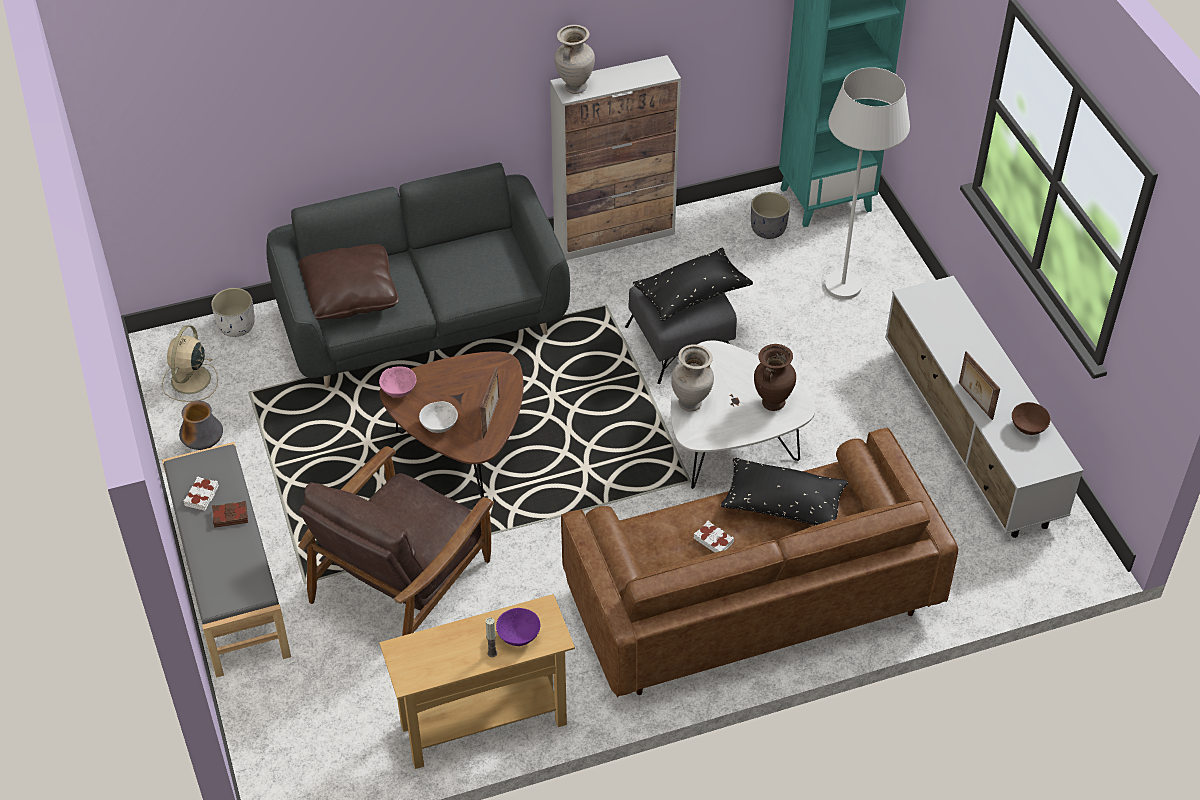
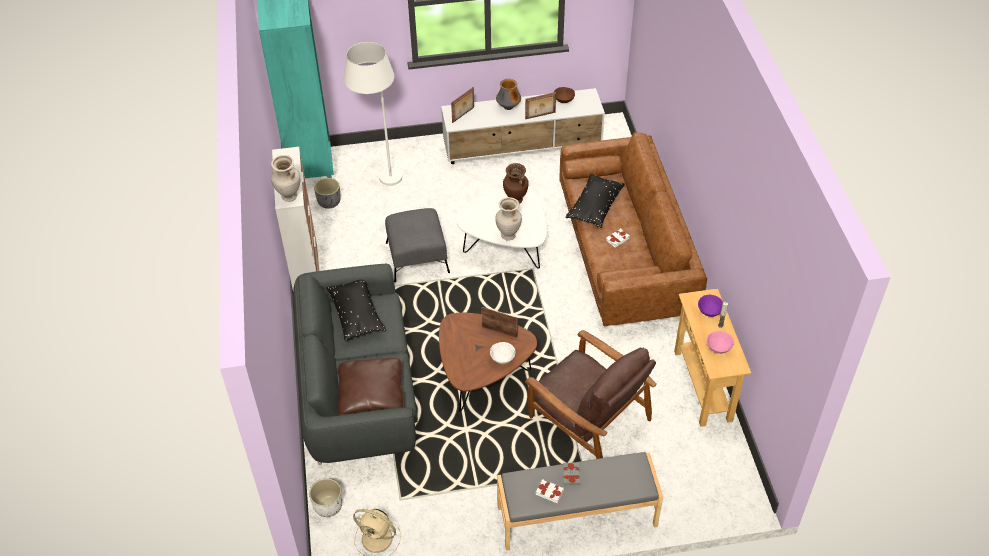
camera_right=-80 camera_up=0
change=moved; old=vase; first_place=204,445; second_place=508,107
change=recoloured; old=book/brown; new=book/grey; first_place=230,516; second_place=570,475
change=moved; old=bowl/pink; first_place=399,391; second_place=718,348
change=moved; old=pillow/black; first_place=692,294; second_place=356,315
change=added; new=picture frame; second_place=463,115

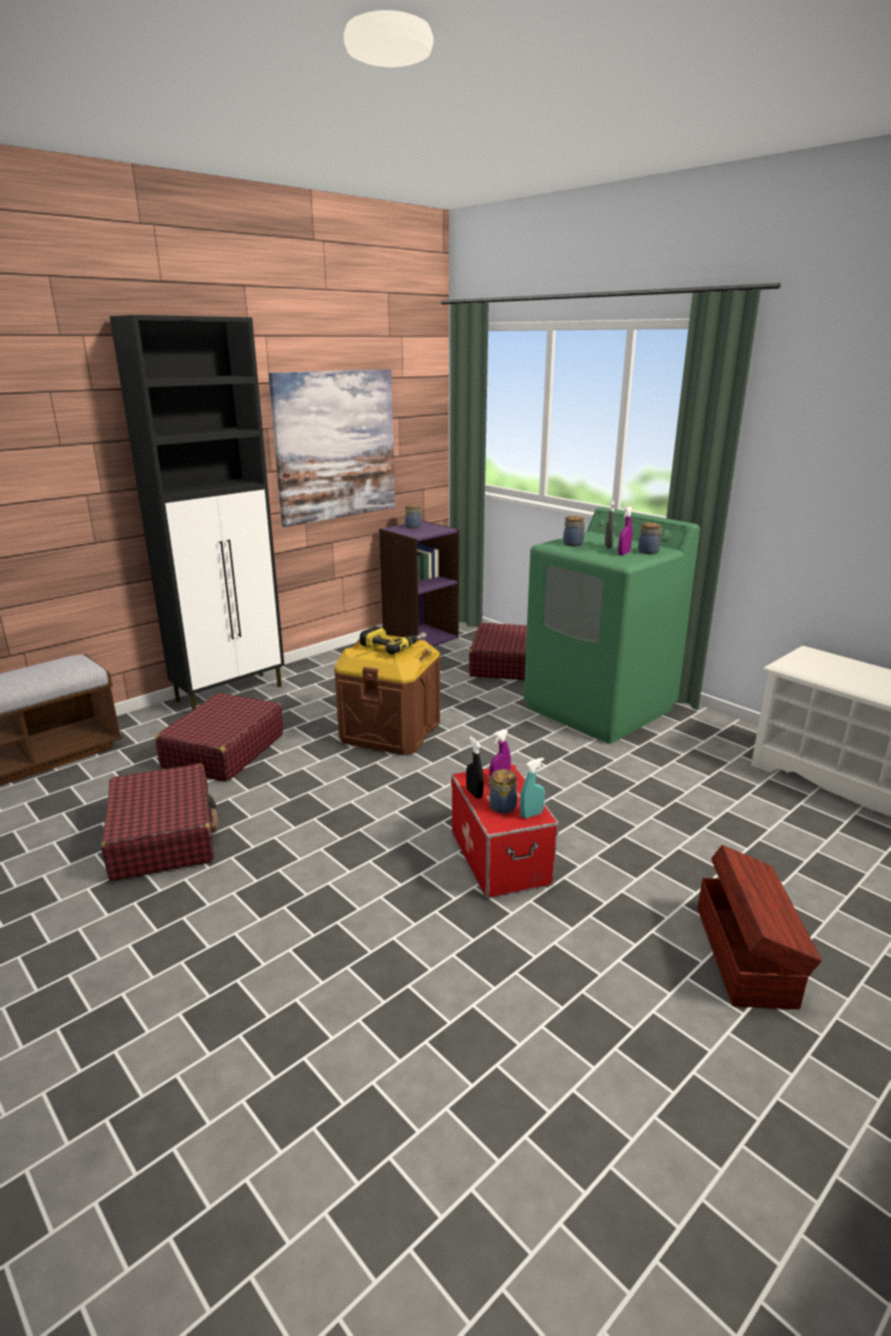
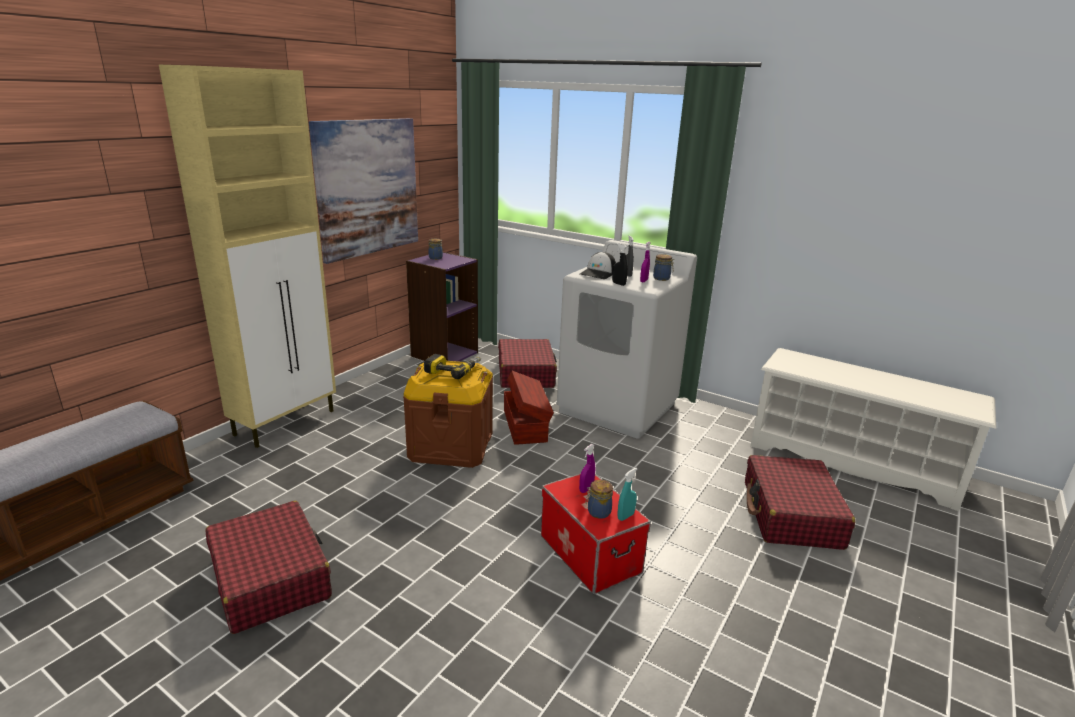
camera_right=-15 camera_up=0
change=recoloured; old=cabinet/black; new=cabinet/beige; first_place=231,693; second_place=286,422
change=moved; old=suitcase/red; first_place=223,751; second_place=791,514
change=moved; old=spray bottle/black; first_place=474,793; second_place=618,284
change=recoloured; old=washing machine/green; new=washing machine/white; first_place=599,708; second_place=618,407
change=replaced; old=jar; new=cap; first_place=573,544; second_place=598,273
change=moved; old=storage box/brown; first_place=746,954; second_place=525,425

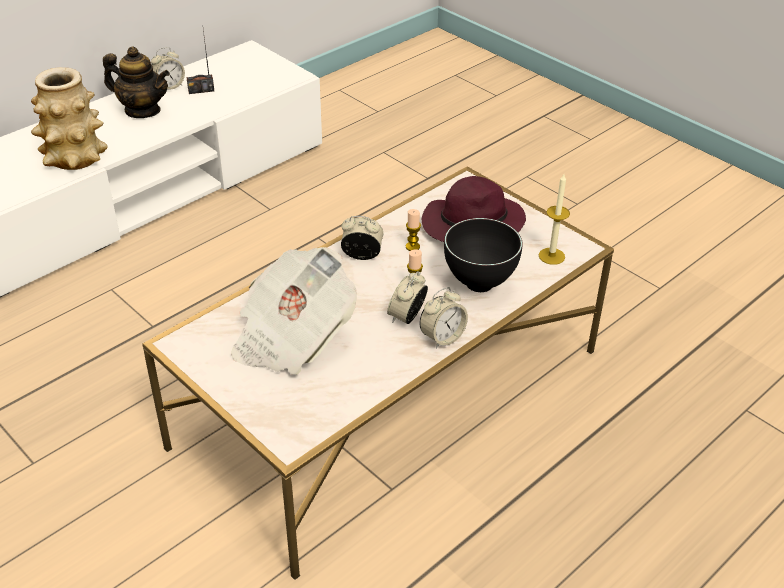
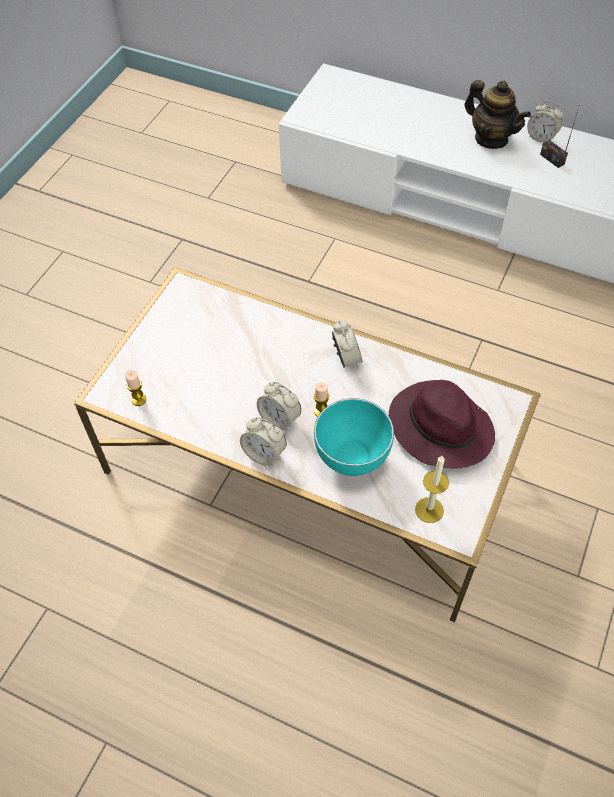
camera_right=70 camera_up=15
change=removed; old=vase; first_place=75,158
change=turned; old=teapot; first_place=142,110; second_place=491,139; degrees=-45
change=removed; old=newspaper; first_place=292,336
change=turned; old=alarm clock; first_place=407,317; second_place=279,419; degrees=-150
change=moved; old=candle; first_place=412,246; second_place=139,400
change=recoloured; old=bowl/black; new=bowl/turquoise; first_place=480,283; second_place=354,460

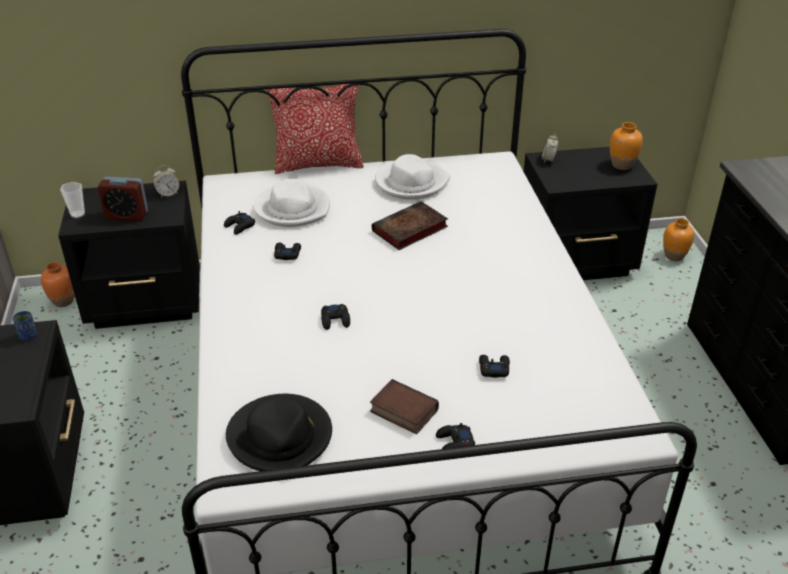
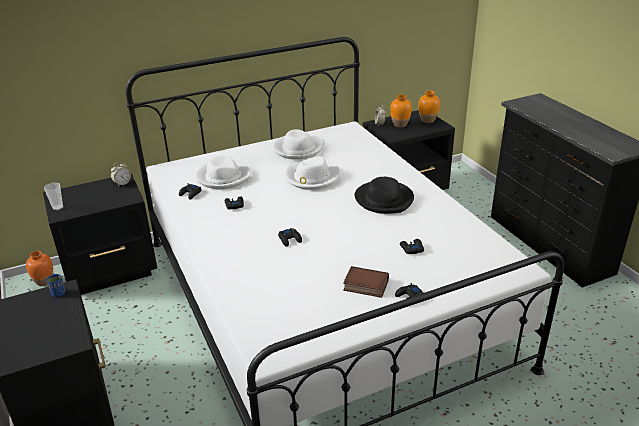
camera_right=-15 camera_up=-5
change=removed; old=alarm clock; first_place=127,215
change=moved; old=hat/black; first_place=281,437; second_place=384,199
change=removed; old=pillow; first_place=318,164
change=replaced; old=book; new=hat/white; first_place=409,230; second_place=312,177
change=moved; old=vase/orange; first_place=674,256; second_place=400,124

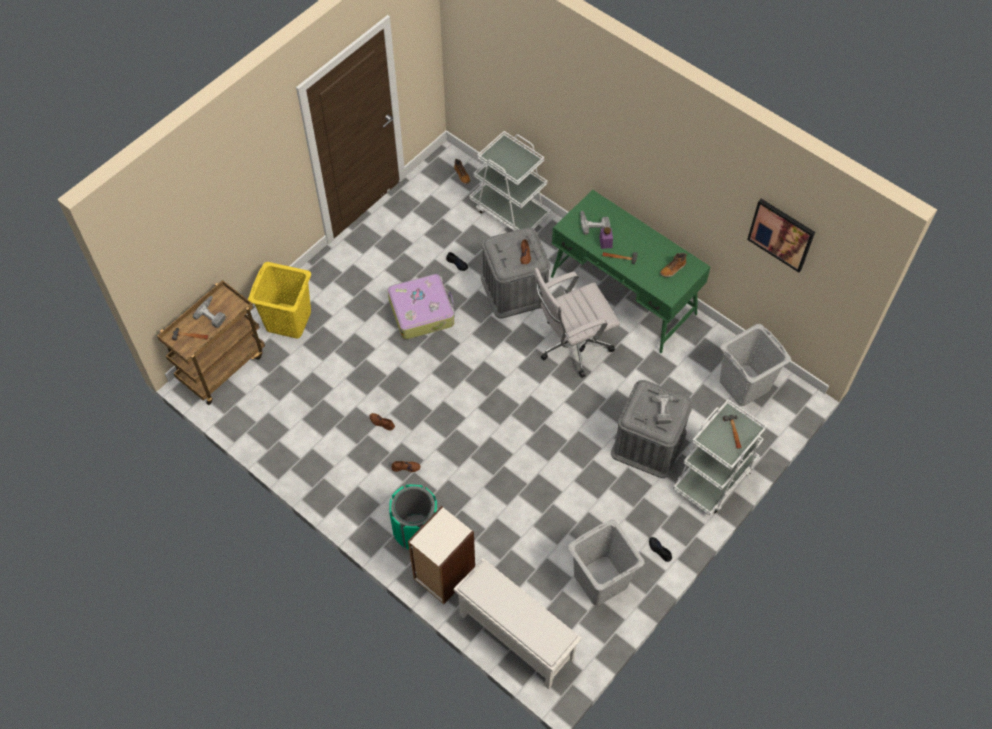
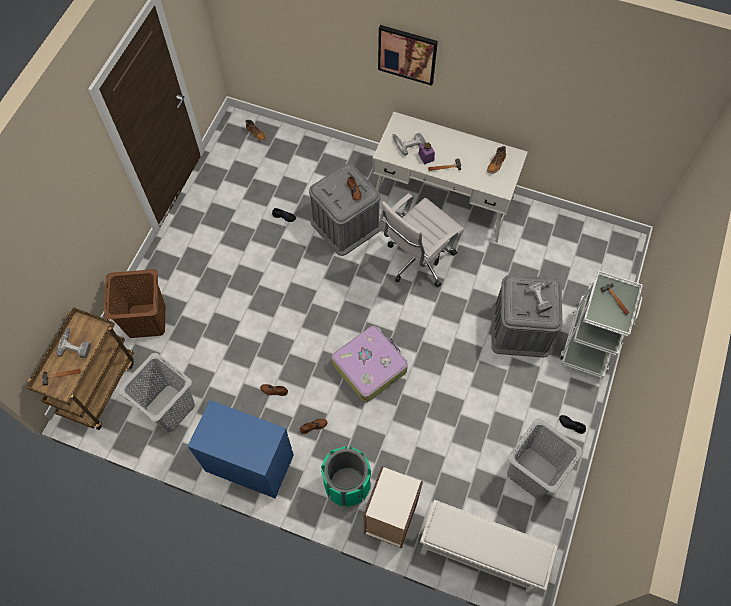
camera_right=-20 camera_up=5
change=recoloured; old=laundry basket/yellow; new=laundry basket/brown; first_place=289,321; second_place=147,320
change=moved; old=suitcase; first_place=422,311; second_place=370,366
change=removed; old=cart/white; first_place=510,211
change=recoloured; old=desk/green; new=desk/white; first_place=623,295; second_place=443,200
change=moved; old=laundry basket/grey; first_place=744,385; second_place=170,408
change=moved; old=picture; first_place=781,234; second_place=407,54
change=added; new=dresser/blue; second_place=249,463

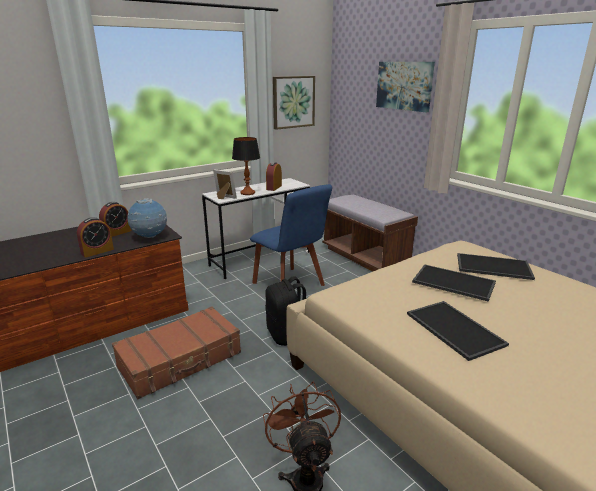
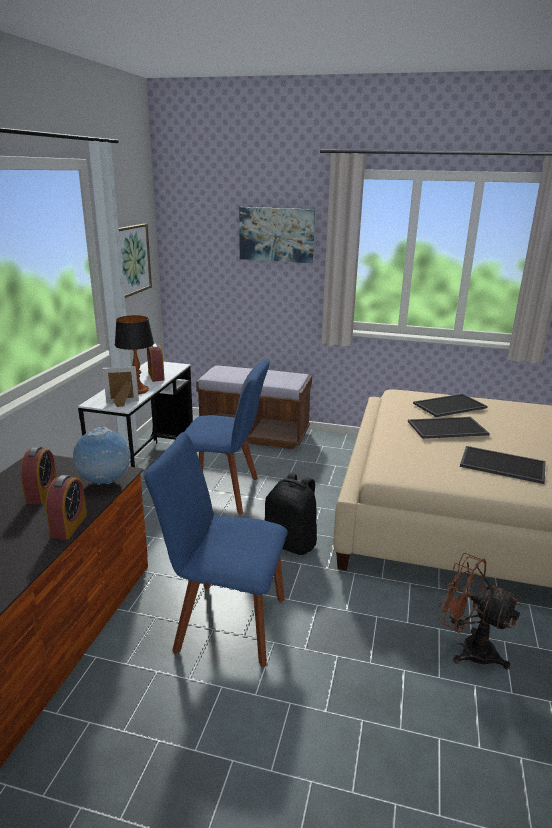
camera_right=-40 camera_up=0
change=replaced; old=suitcase/brown; new=chair/blue; first_place=181,360; second_place=225,622

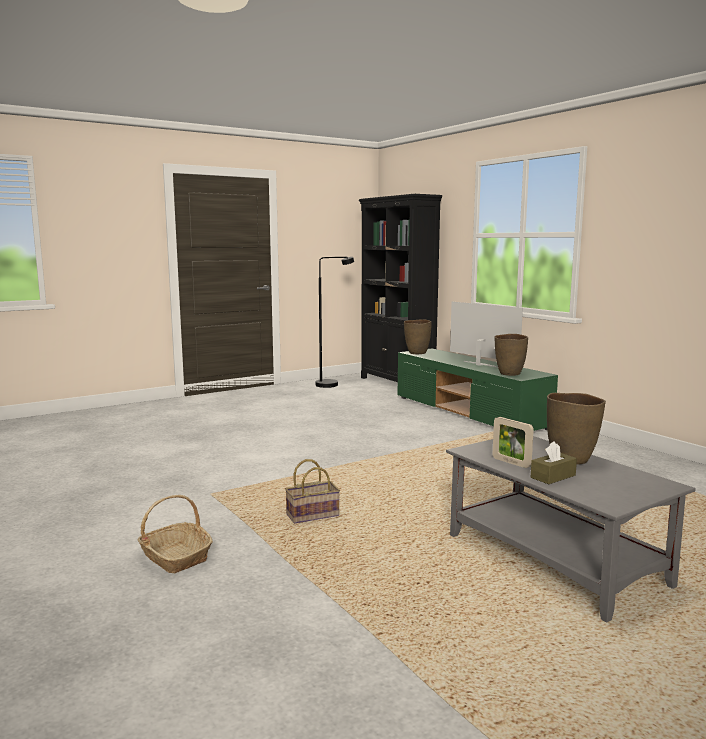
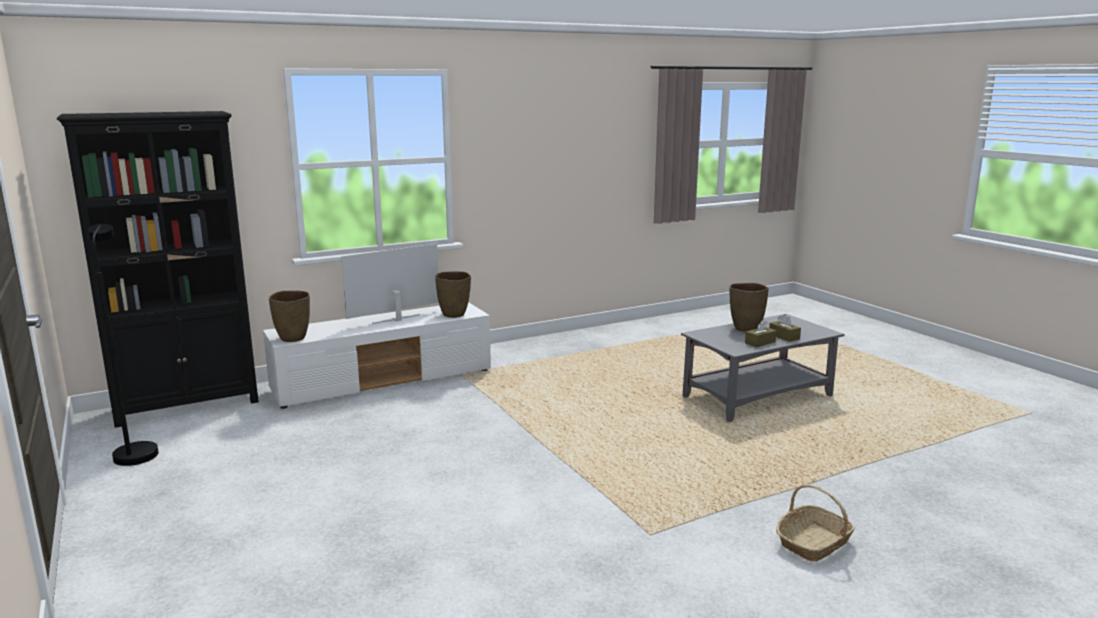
camera_right=-85 camera_up=5
change=removed; old=basket; first_place=313,515
change=recoloured; old=tv stand/green; new=tv stand/white; first_place=470,412; second_place=384,380
change=replaced; old=picture frame; new=tissue box/brown; first_place=511,462; second_place=760,342

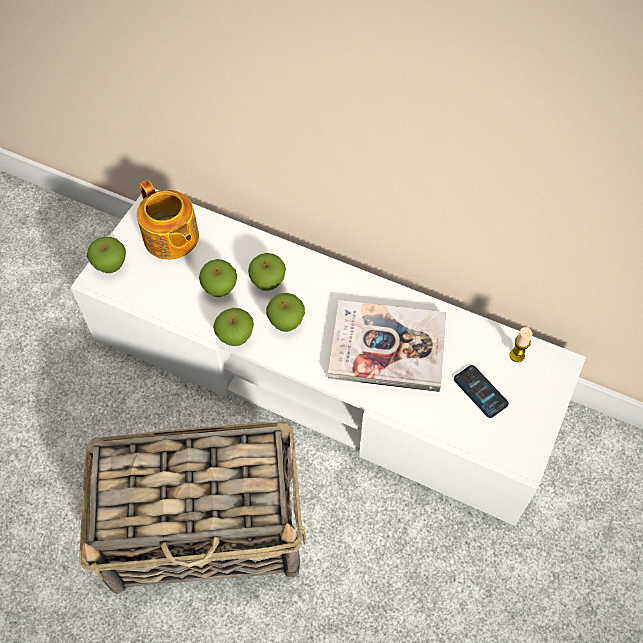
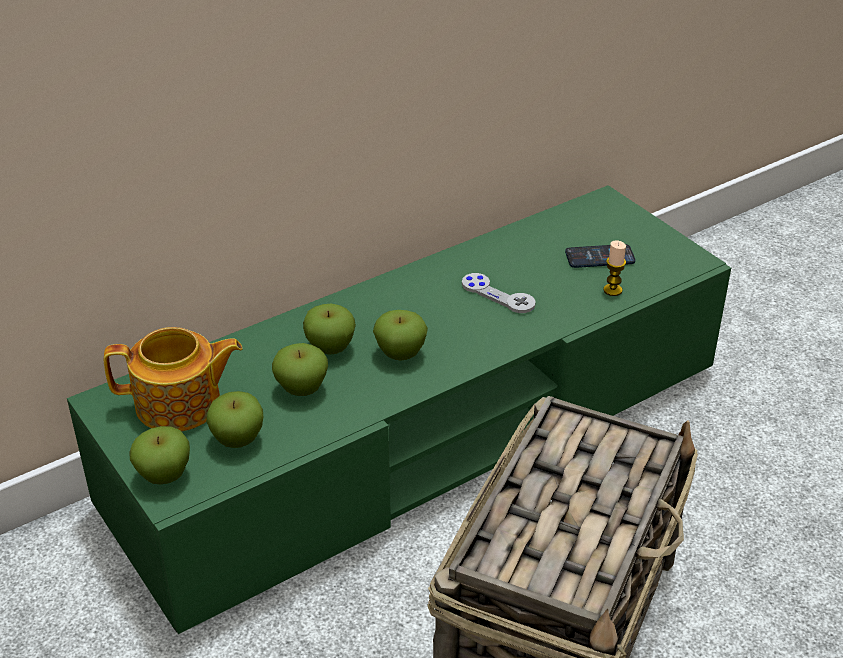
camera_right=-60 camera_up=-20
change=recoloured; old=tv stand/white; new=tv stand/green; first_place=321,373; second_place=421,435
change=moved; old=apple; first_place=235,337; second_place=238,440
change=replaced; old=book; new=game controller/grey; first_place=387,347; second_place=498,295
change=moved; old=candle; first_place=517,355; second_place=612,290

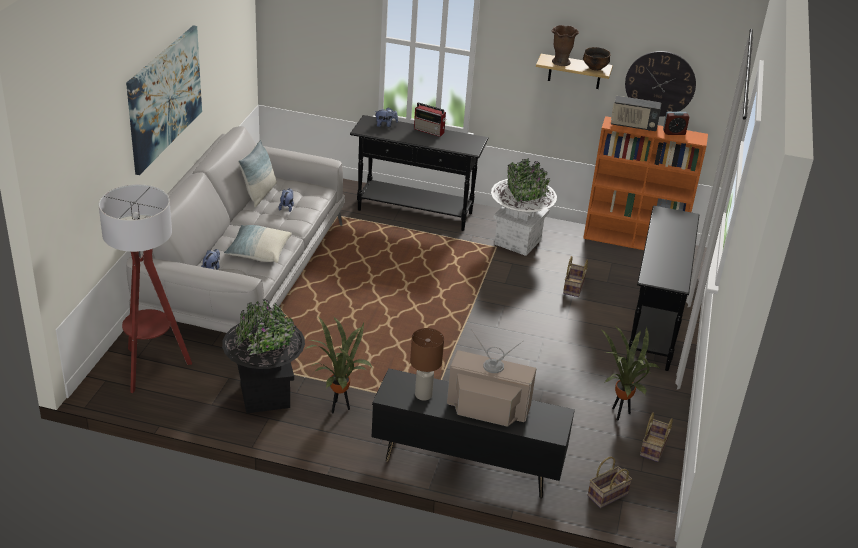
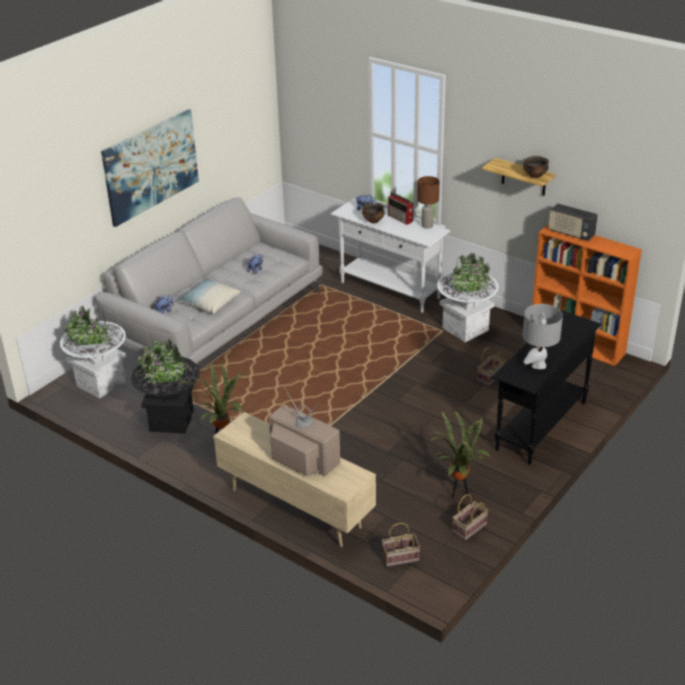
camera_right=25 camera_up=0
change=replaced; old=floor lamp; new=planter/white; first_place=151,368; second_place=101,383
change=removed; old=pillow; first_place=260,194
change=recoloured; old=console table/black; new=console table/white; first_place=415,212; second_place=390,290
change=recoloured; old=tv stand/black; new=tv stand/beige; first_place=467,466; second_place=296,508
change=moved; old=table lamp/brown; first_place=423,395; second_place=427,226
change=removed; old=vase/brown; first_place=560,62
change=removed; old=wall clock; first_place=660,83
change=removed; old=alarm clock; first_place=674,132
change=added; new=bowl; second_place=373,220
change=added; new=table lamp/grey; second_place=538,365

